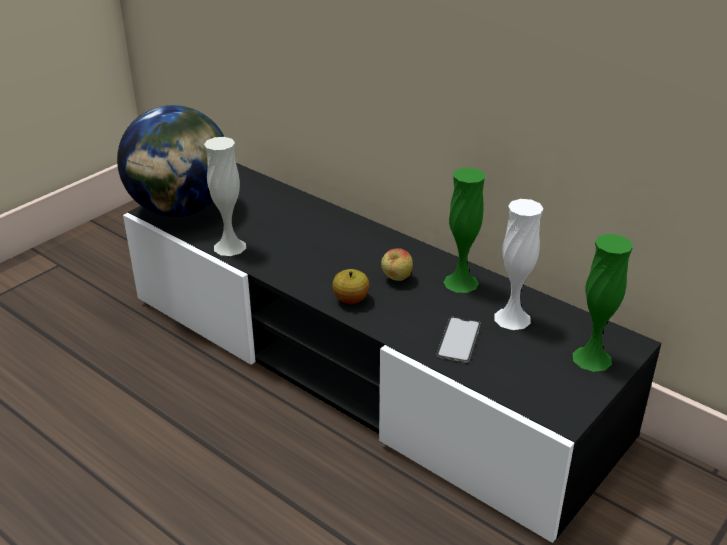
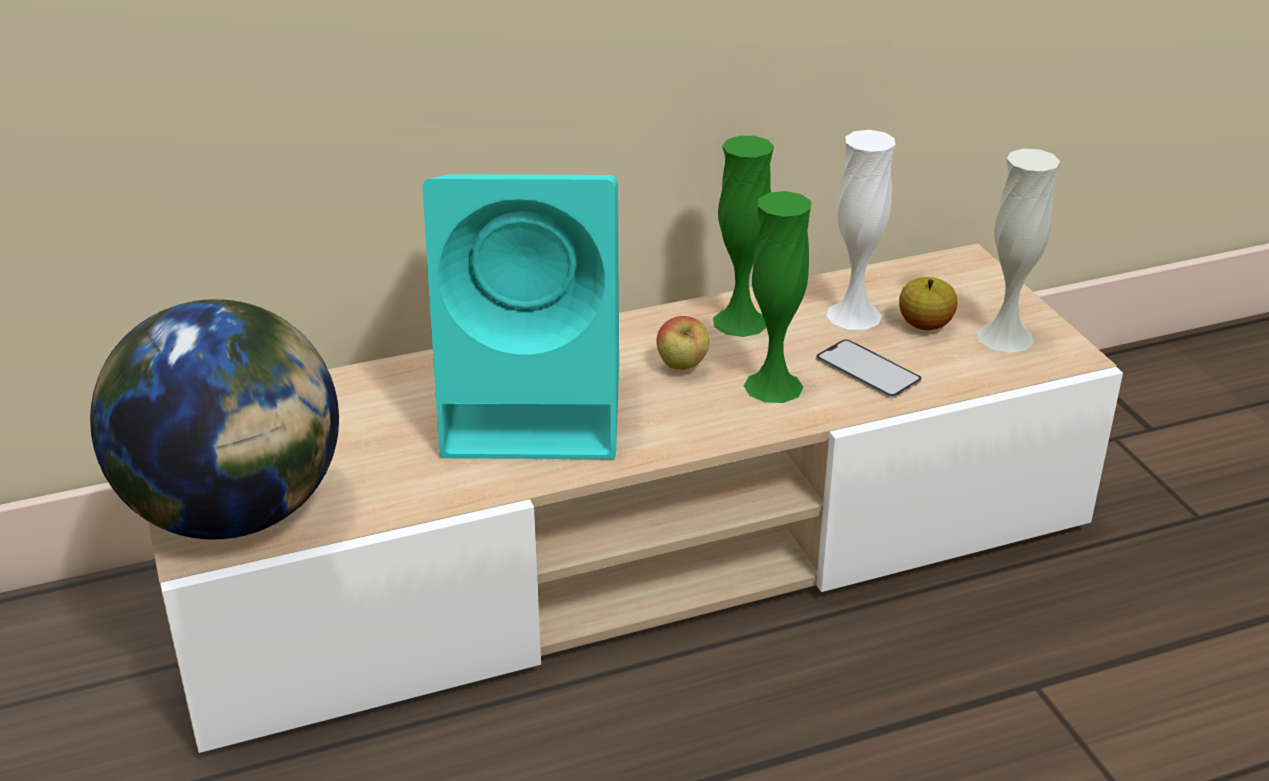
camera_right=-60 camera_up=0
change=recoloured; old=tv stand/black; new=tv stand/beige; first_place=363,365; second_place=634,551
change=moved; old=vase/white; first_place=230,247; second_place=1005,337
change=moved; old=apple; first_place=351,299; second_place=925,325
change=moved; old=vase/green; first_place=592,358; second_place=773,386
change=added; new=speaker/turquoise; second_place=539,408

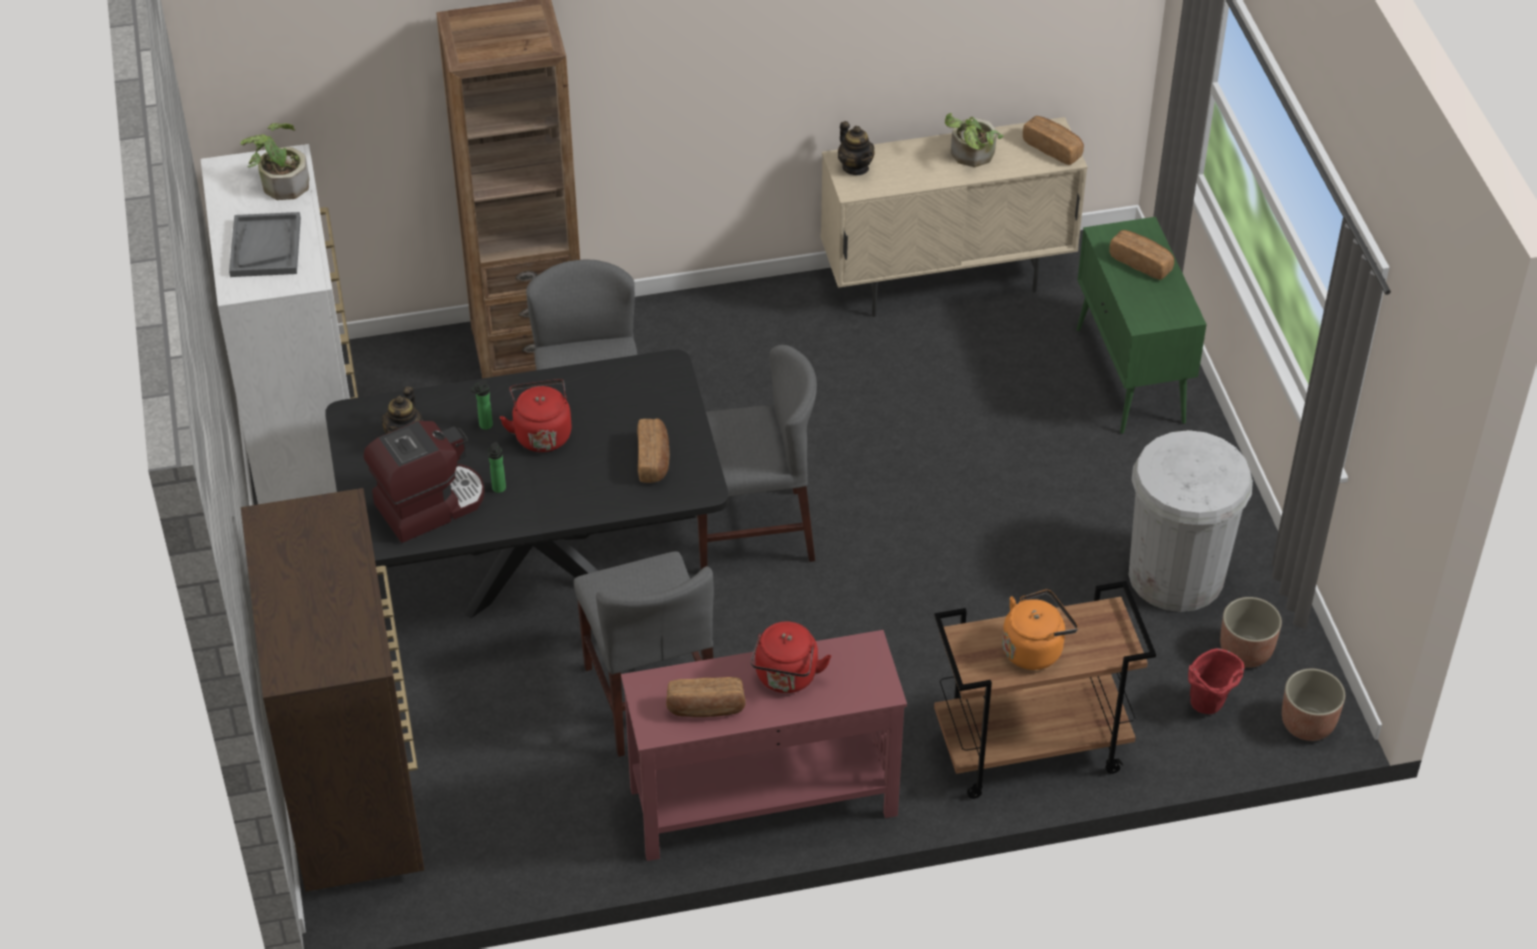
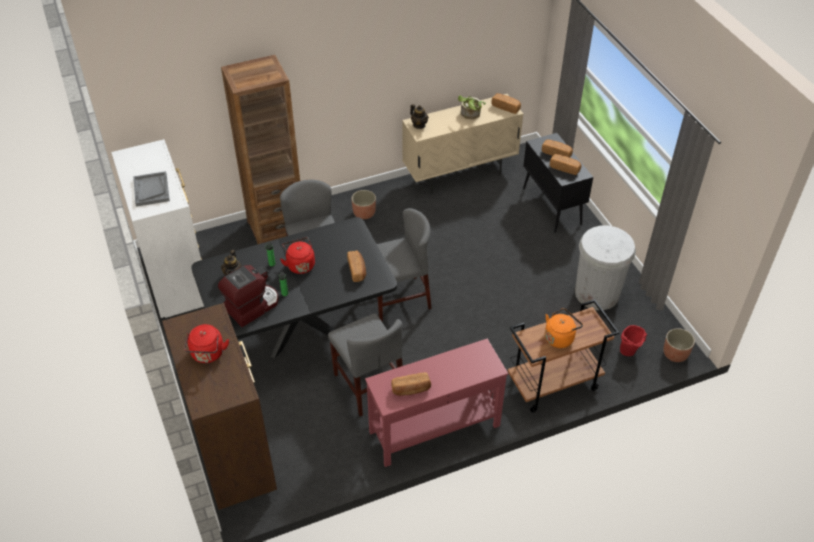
camera_right=-10 camera_up=0
change=removed; old=potted plant; first_place=280,182
change=moved; old=kettle/red; first_place=786,678; second_place=208,354
change=recoloured; old=cabinet/green; new=cabinet/black; first_place=1130,377; second_place=552,207
change=moved; old=planter; first_place=1246,651; second_place=364,213
change=added; new=bread; second_place=564,168

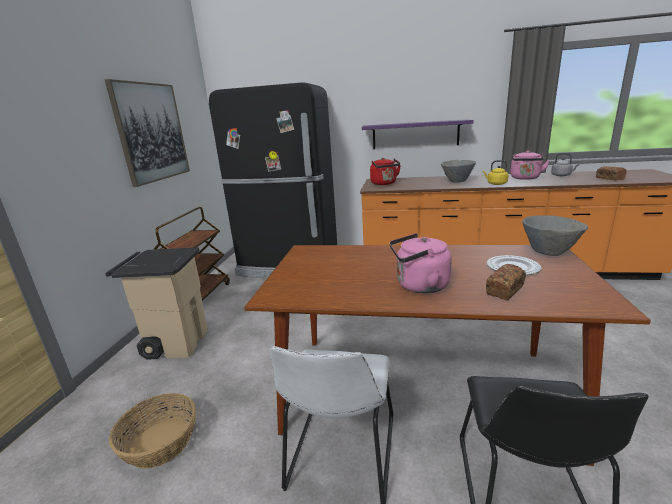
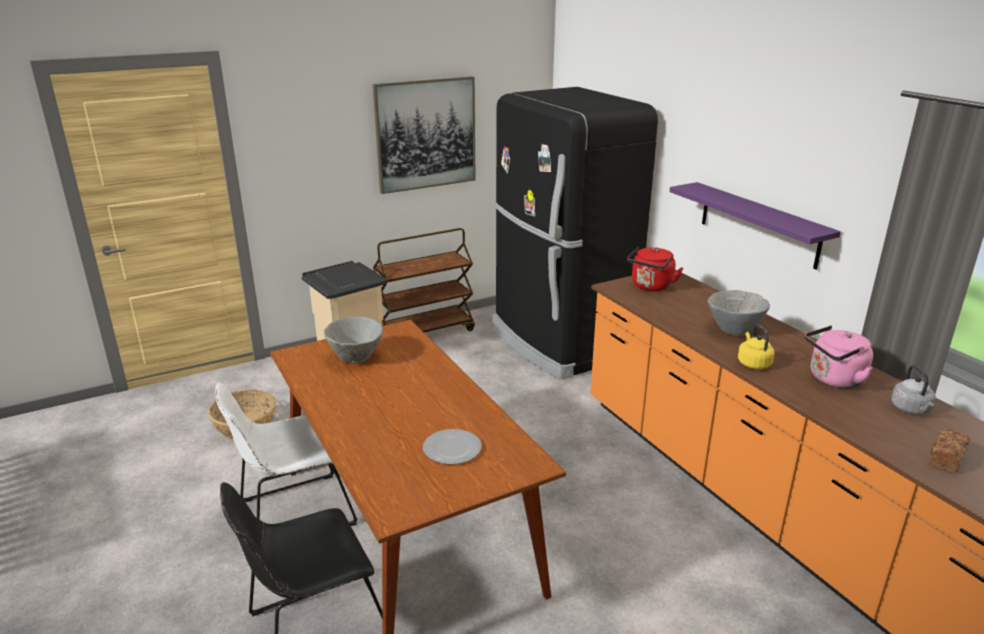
camera_right=50 camera_up=5
change=removed; old=kettle/pink; first_place=419,286
change=removed; old=bread; first_place=505,290
change=moved; old=bowl/grey; first_place=549,252; second_place=356,358

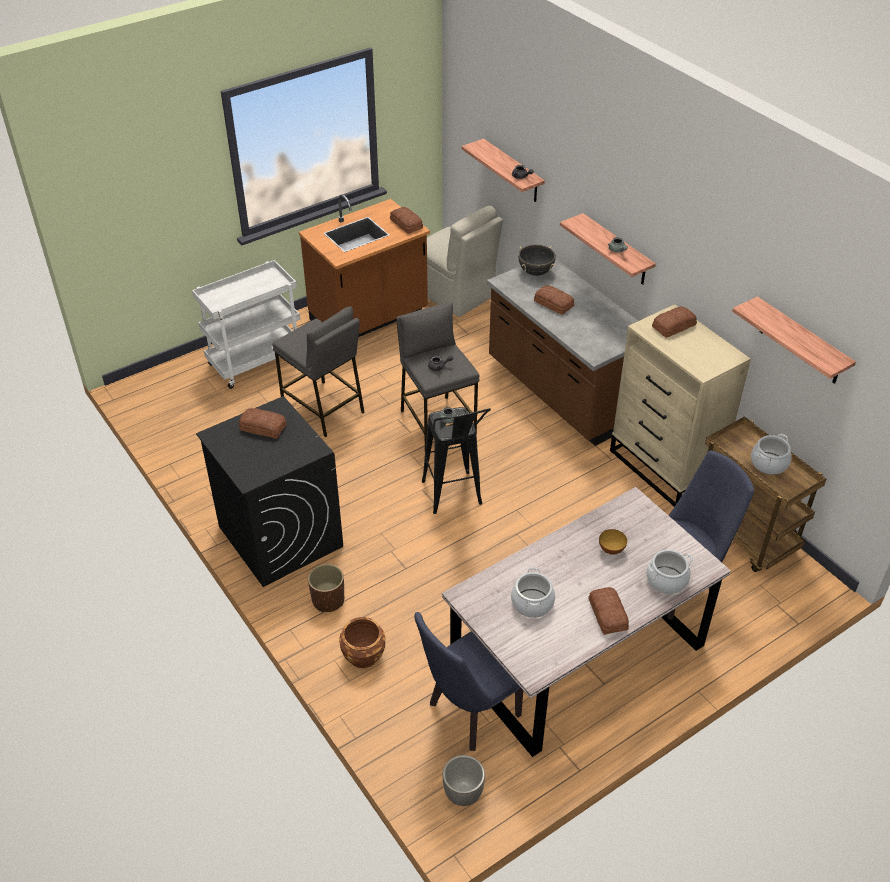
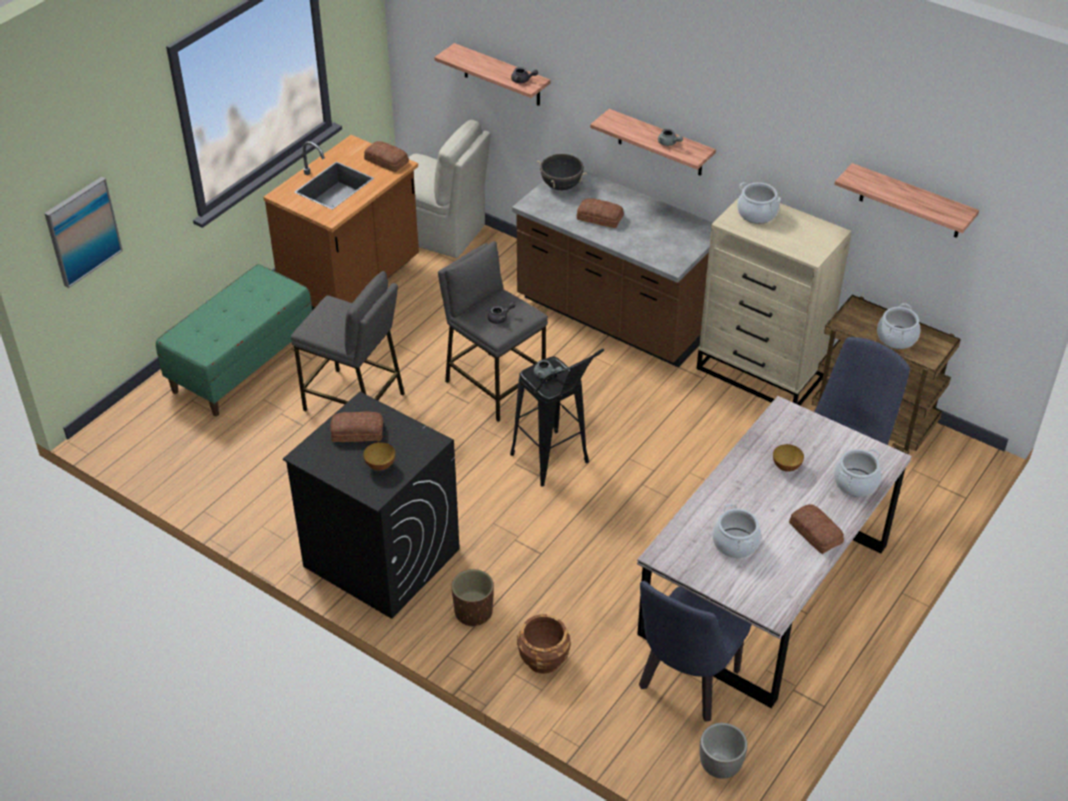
camera_right=-20 camera_up=0
change=replaced; old=cart/white; new=bench/green; first_place=255,361; second_place=242,365
change=replaced; old=bread; new=cooking pot; first_place=672,326; second_place=757,214
change=added; new=picture; second_place=82,231
change=added; new=bowl; second_place=380,466

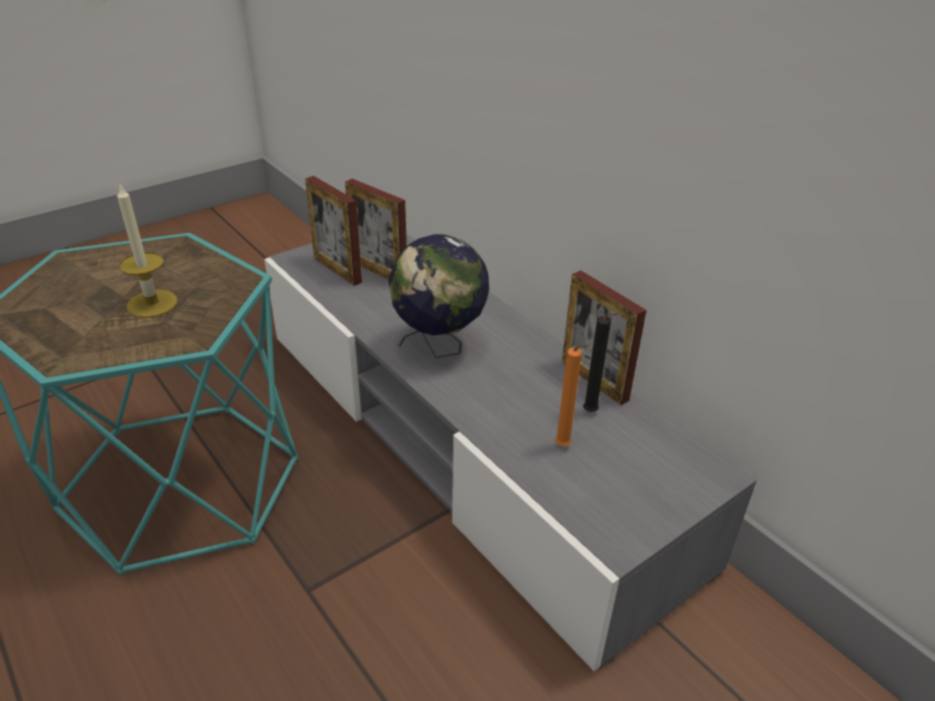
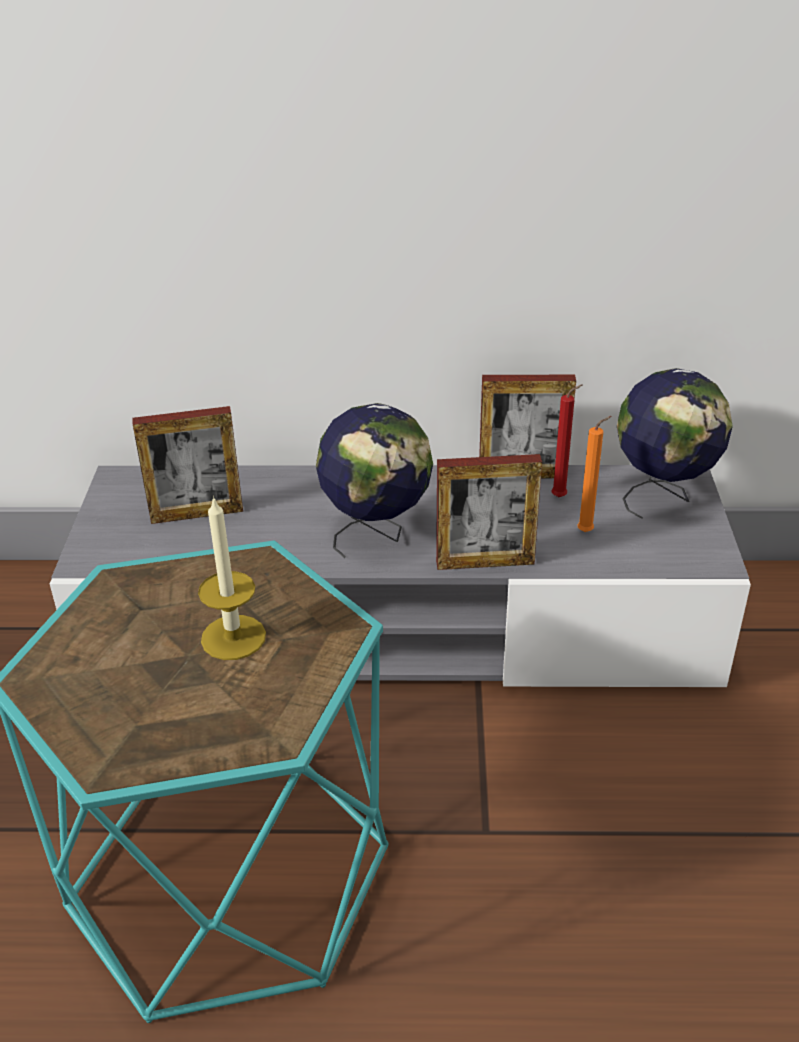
camera_right=-50 camera_up=0
change=moved; old=picture frame; first_place=337,270; second_place=485,563
change=recoloured; old=candle/black; new=candle/red; first_place=592,413; second_place=561,497
change=added; new=globe; second_place=663,496

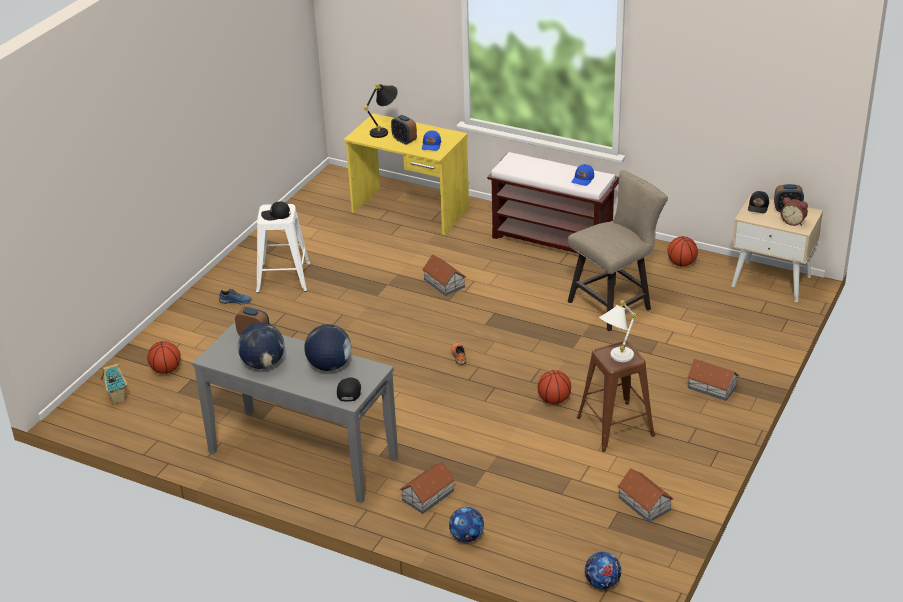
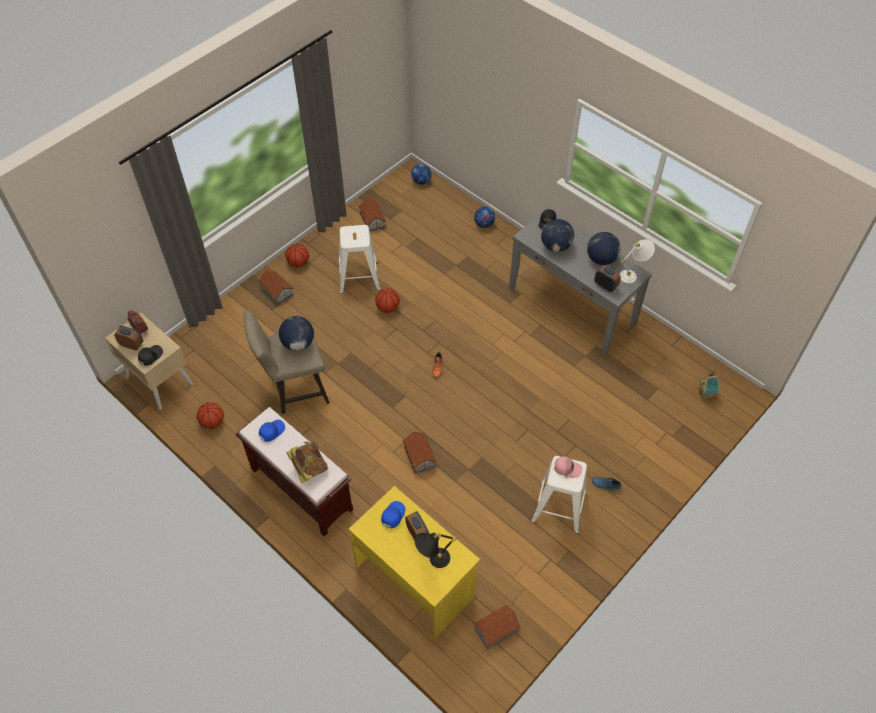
camera_right=-165 camera_up=20
change=moved; old=basketball; first_place=166,370; second_place=298,263
change=recoloured; old=cap/black; new=cap/pink; first_place=276,215; second_place=567,468
change=moved; old=toy house; first_place=428,495; second_place=496,629
change=recoloured; old=stool/brown; new=stool/white; first_place=616,426; second_place=358,276
change=moved; old=table lamp/white; first_place=615,359; second_place=633,275
change=added; new=globe; second_place=298,343
change=added; new=book; second_place=309,467

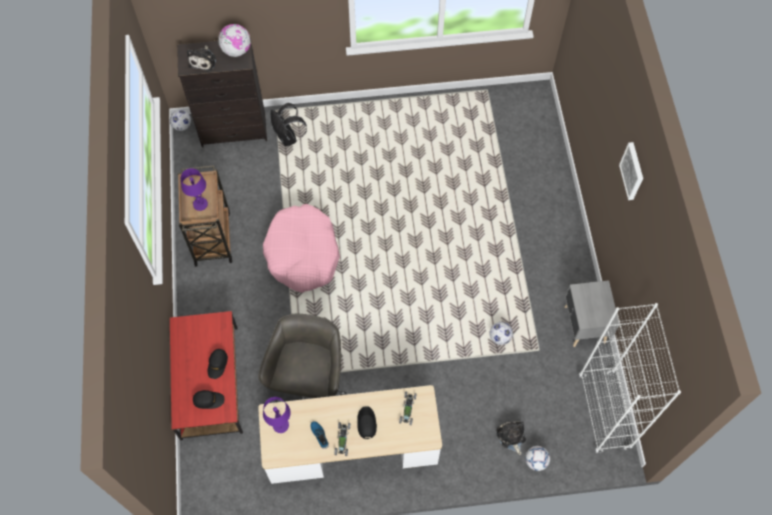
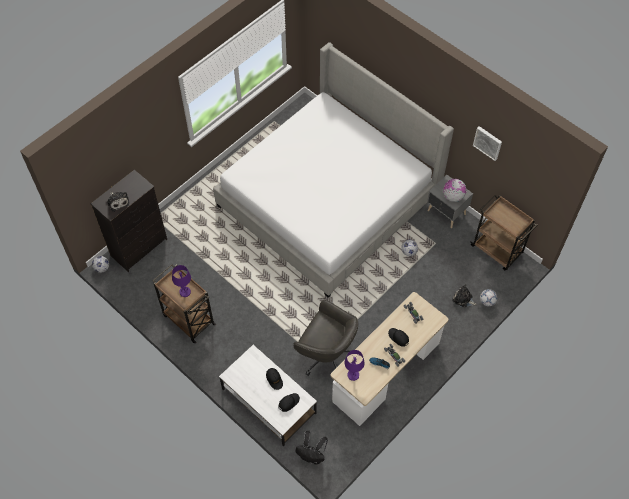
camera_right=-40 camera_up=-5
change=recoloured; old=coffee table/red; new=coffee table/white; first_place=209,381; second_place=268,400
change=moved; old=globe; first_place=236,50; second_place=453,196
change=turned; old=office chair/grey; first_place=309,381; second_place=327,355; degrees=150
change=removed; old=dog bed/pink; first_place=303,254
change=moved; old=backpack/black; first_place=288,138; second_place=312,456
change=replaced; old=bookcase/white; new=cart/brown; first_place=604,412; second_place=497,250
change=moved; old=picture; first_place=633,171; second_place=488,142
change=added; new=bed; second_place=328,200

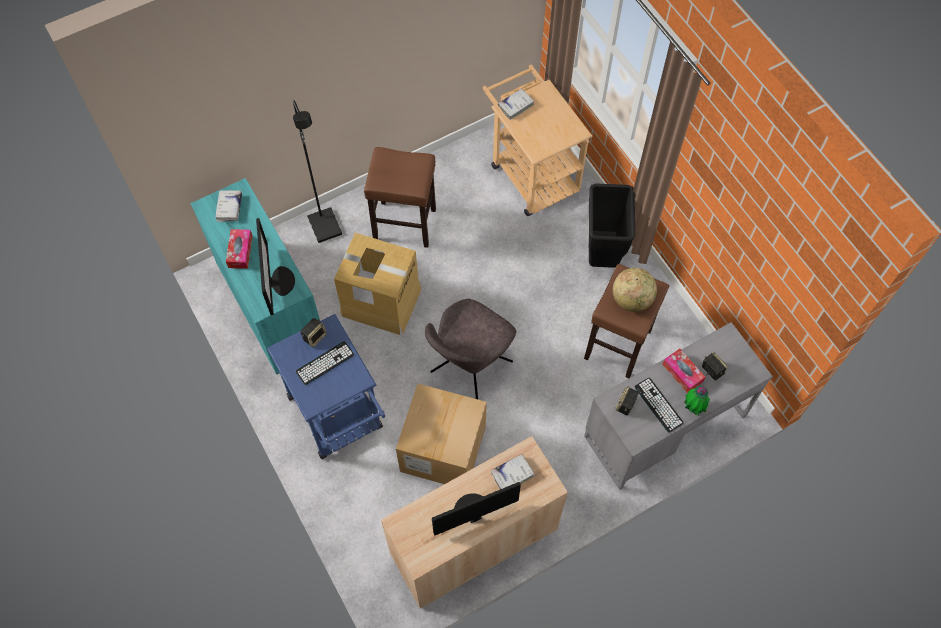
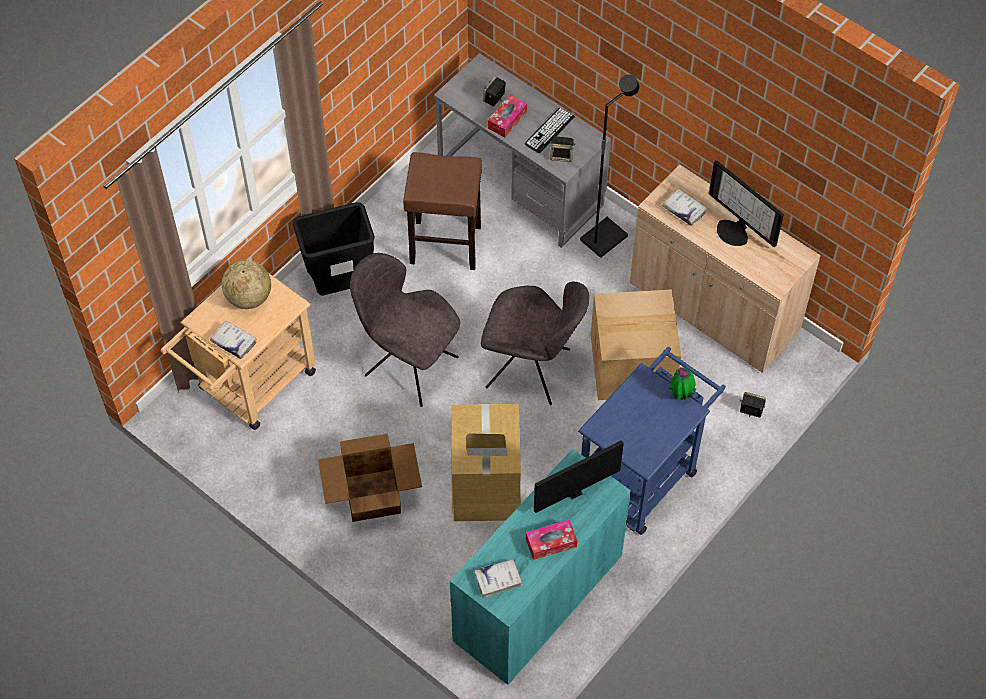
camera_right=-110 camera_up=-5
change=moved; old=floor lamp/black; first_place=326,226; second_place=603,237
change=removed; old=keyboard; first_place=325,363
change=moved; old=speaker; first_place=314,336; second_place=750,410
change=replaced; old=stool/brown; new=cardboard box; first_place=405,224; second_place=371,495
change=moved; old=globe; first_place=632,299; second_place=249,297
change=moved; old=potted plant; first_place=693,407; second_place=681,394
change=added; new=chair/grey; second_place=408,364

